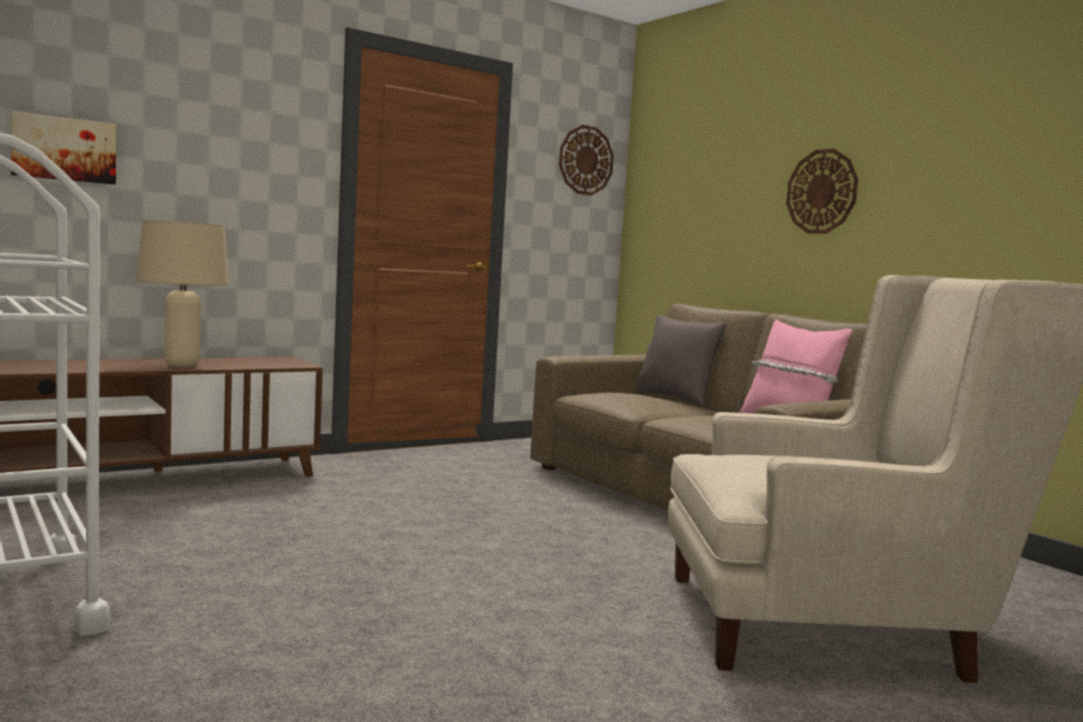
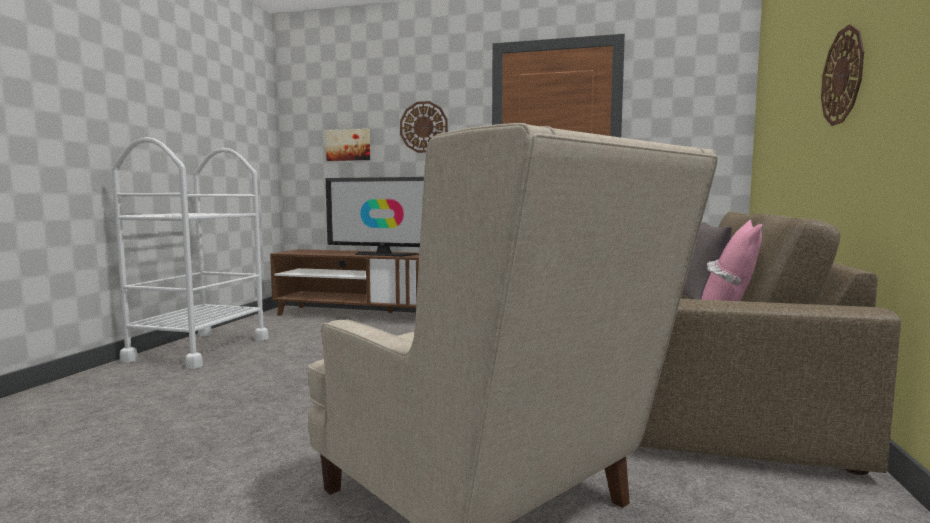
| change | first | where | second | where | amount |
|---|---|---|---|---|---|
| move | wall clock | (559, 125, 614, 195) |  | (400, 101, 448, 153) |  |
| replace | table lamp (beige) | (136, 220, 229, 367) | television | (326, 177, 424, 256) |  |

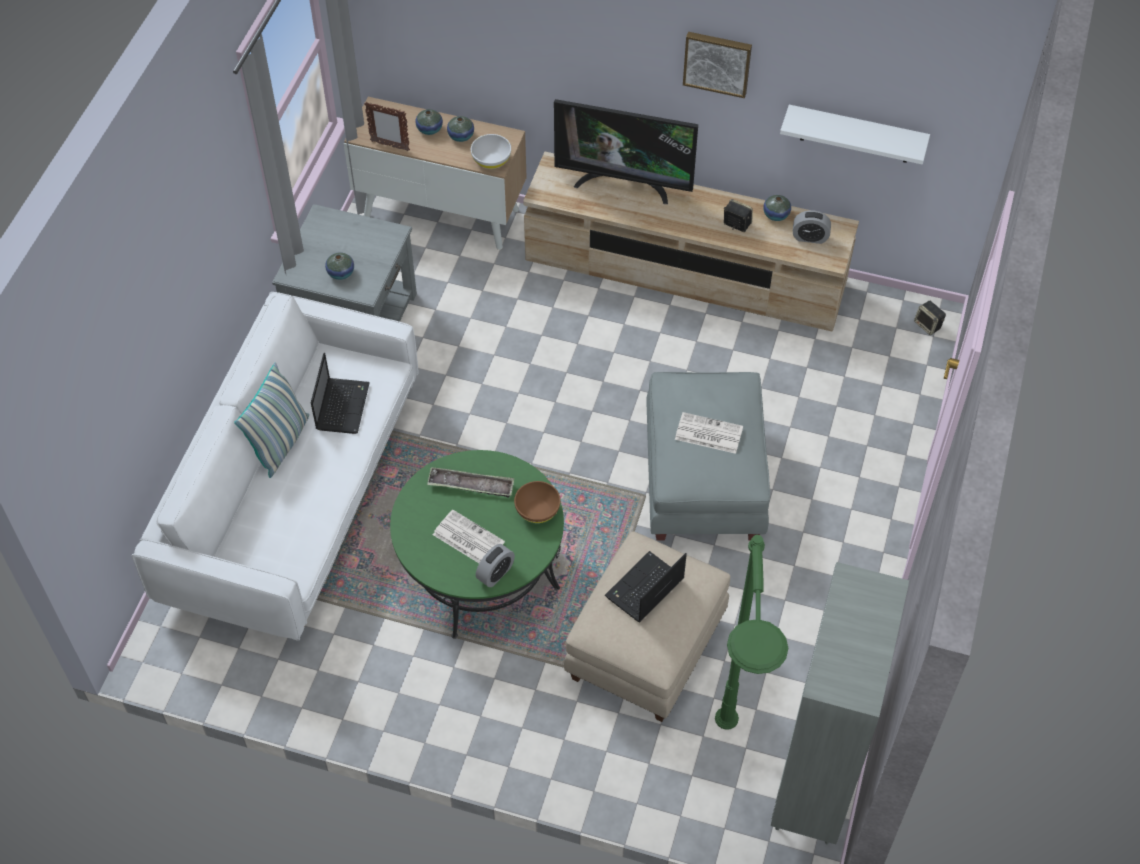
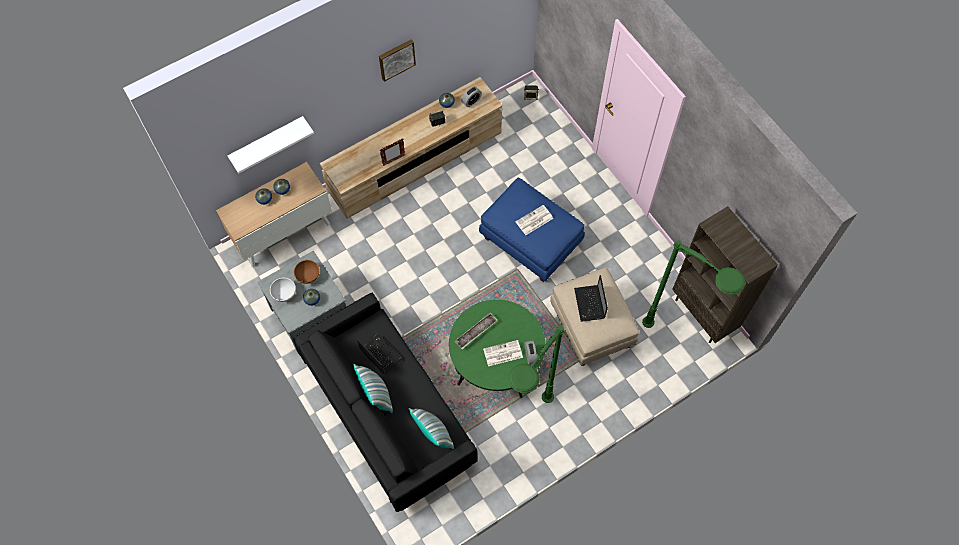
| change | first | where | second | where | amount |
|---|---|---|---|---|---|
| delete | television | (554, 99, 698, 204) |  |  |  |
| move | picture frame | (364, 102, 410, 151) |  | (380, 139, 405, 166) |  |
| move | shelf (white) | (780, 105, 930, 164) |  | (228, 116, 314, 174) |  |
| move | bowl (white) | (471, 134, 511, 169) |  | (270, 278, 296, 302) |  |
| recolor | sofa (white) | (132, 292, 418, 641) | sofa (black) | (293, 293, 477, 512) |  |
| recolor | ottoman (grey) | (646, 372, 770, 541) | ottoman (blue) | (479, 178, 585, 282) |  |
| move | bowl (brown) | (514, 481, 561, 523) |  | (294, 260, 319, 284) |  |
| recolor | bookcase (grey) | (771, 562, 909, 844) | bookcase (brown) | (672, 206, 778, 343) |  |
| insert |  |  | floor lamp (green) | (508, 326, 565, 403) |  |
| insert |  |  | pillow | (409, 408, 454, 449) |  |

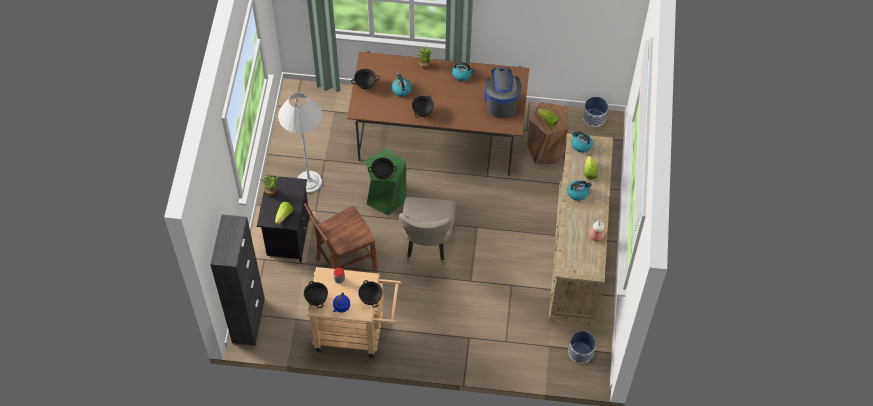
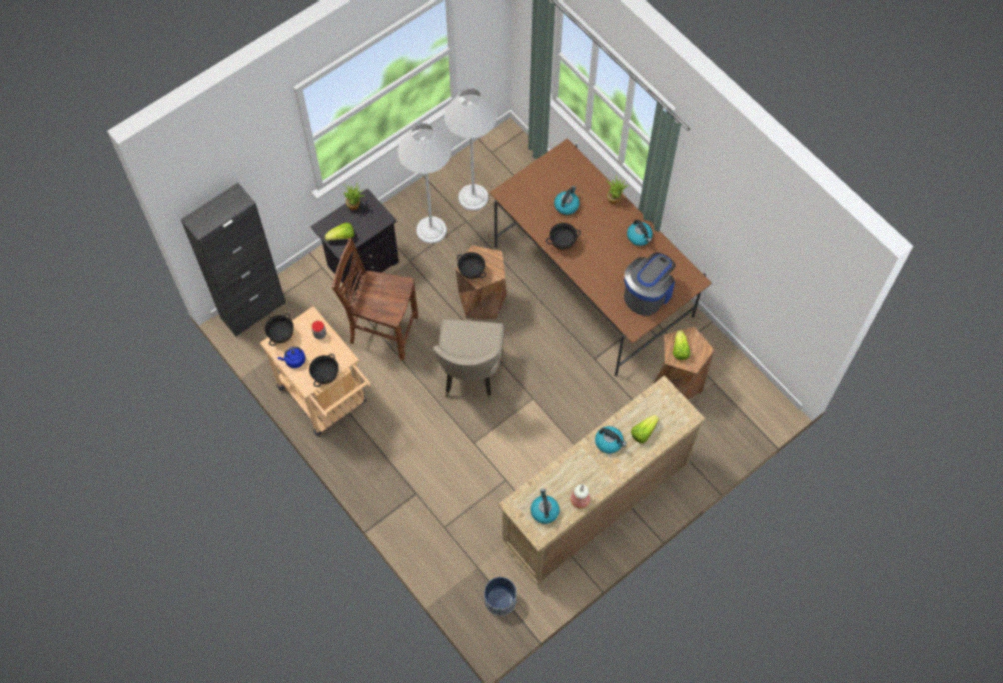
| change | first | where | second | where | amount |
|---|---|---|---|---|---|
| delete | bowl (black) | (351, 69, 380, 89) |  |  |  |
| delete | planter | (583, 97, 608, 127) |  |  |  |
| move | kettle | (571, 131, 593, 153) |  | (531, 489, 559, 524) |  |
| recolor | stool (green) | (365, 148, 406, 215) | stool (brown) | (456, 245, 507, 319) |  |
| rotate | chair (beige) | (399, 197, 456, 266) |  | (433, 319, 504, 401) | 45 degrees counterclockwise |
| insert |  |  | floor lamp (white) | (444, 88, 497, 211) |  |

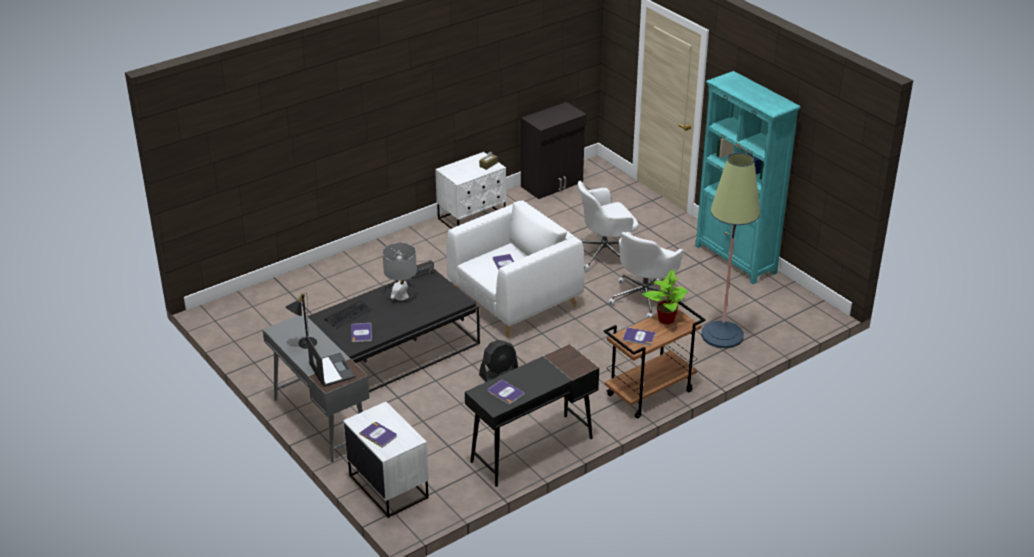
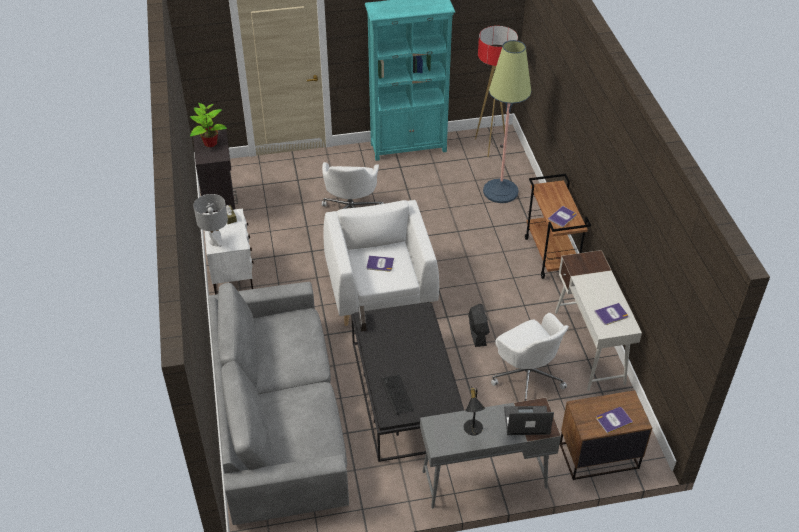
| change | first | where | second | where | amount |
|---|---|---|---|---|---|
| move | office chair (white) | (609, 232, 684, 318) |  | (491, 313, 569, 401) |  |
| move | table lamp (grey) | (382, 242, 417, 300) |  | (193, 194, 228, 247) |  |
| move | potted plant | (642, 269, 688, 324) |  | (190, 103, 227, 147) |  |
| delete | book | (351, 323, 372, 342) |  |  |  |
| recolor | desk (black) | (465, 344, 599, 487) | desk (white) | (555, 250, 642, 391) |  |
| recolor | nightstand (white) | (343, 402, 429, 518) | nightstand (brown) | (559, 390, 652, 480) |  |
| insert |  |  | floor lamp | (475, 26, 518, 157) |  |
| insert |  |  | sofa (grey) | (208, 282, 349, 525) |  |

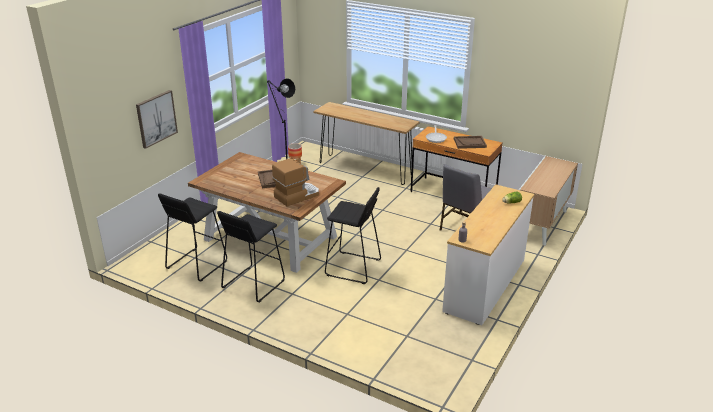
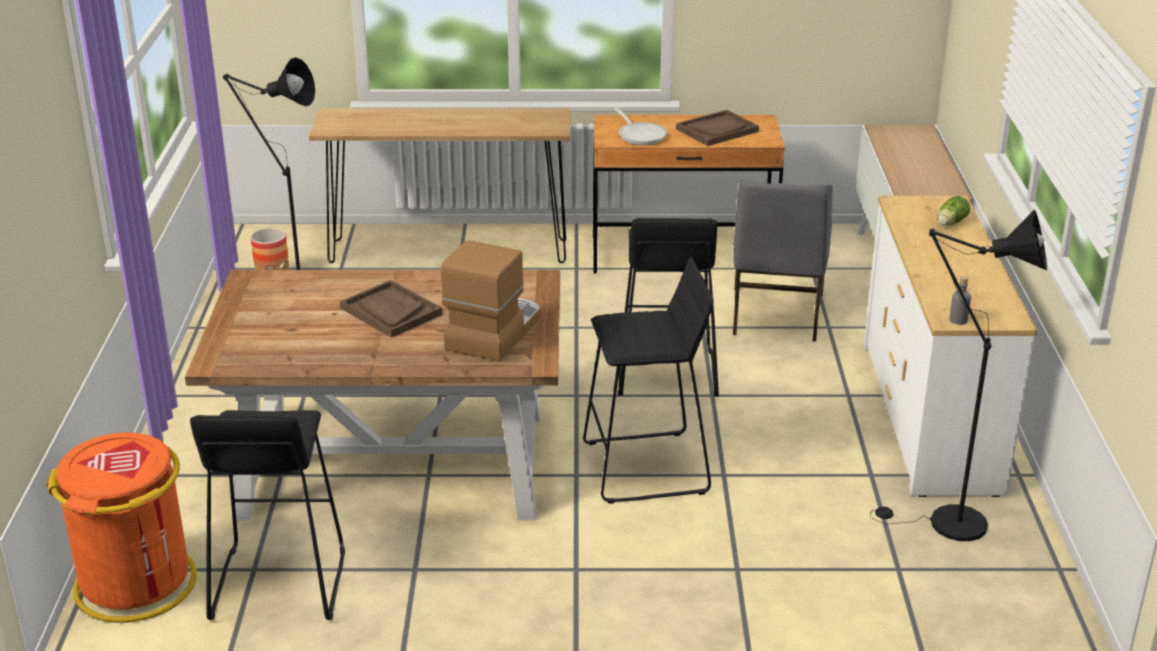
| change | first | where | second | where | amount |
|---|---|---|---|---|---|
| delete | picture | (136, 90, 178, 149) |  |  |  |
| move | stool (black) | (217, 211, 285, 303) |  | (618, 218, 719, 397) |  |
| insert |  |  | floor lamp (black) | (870, 210, 1047, 541) |  |
| insert |  |  | trash can (orange) | (47, 432, 197, 623) |  |

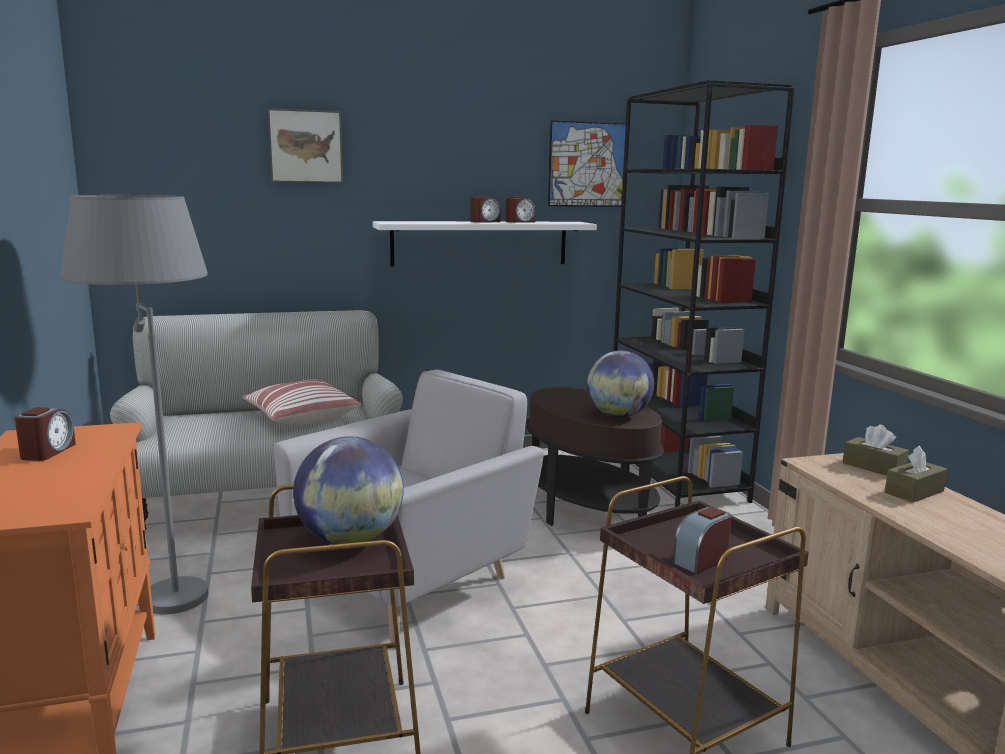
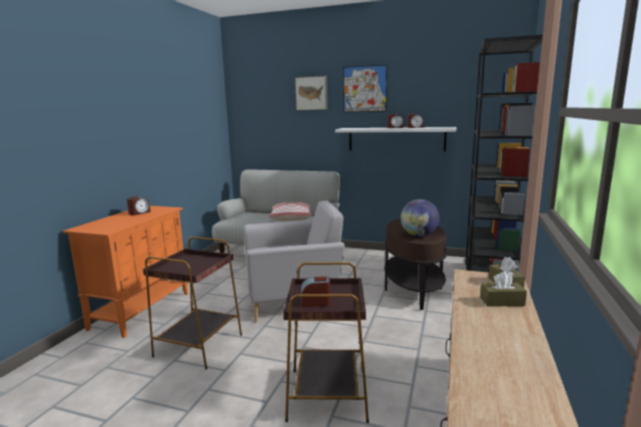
| change | first | where | second | where | amount |
|---|---|---|---|---|---|
| move | picture | (548, 120, 626, 207) |  | (343, 65, 387, 112) |  |
| delete | floor lamp (grey) | (60, 195, 208, 614) |  |  |  |
| delete | globe | (293, 436, 404, 544) |  |  |  |

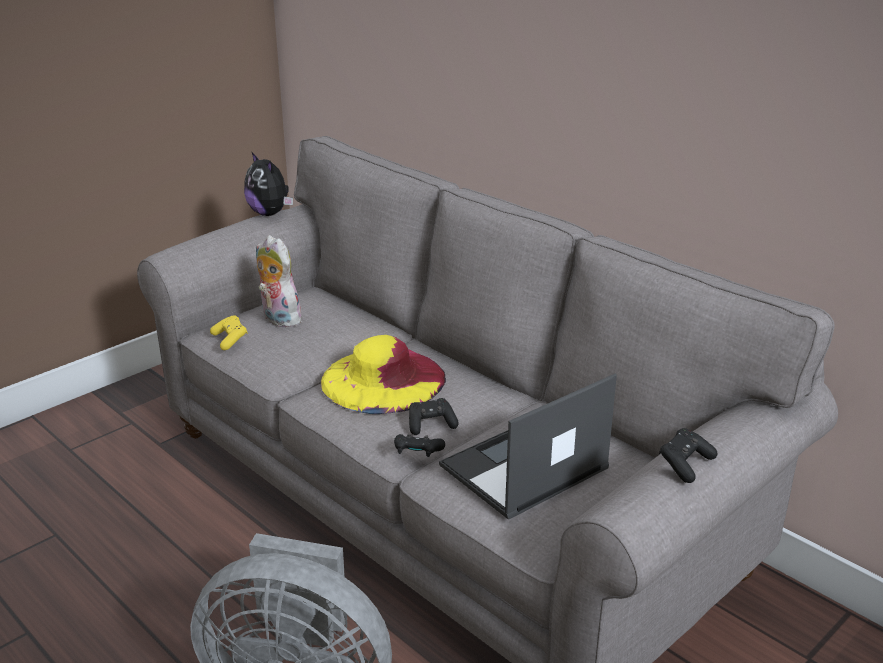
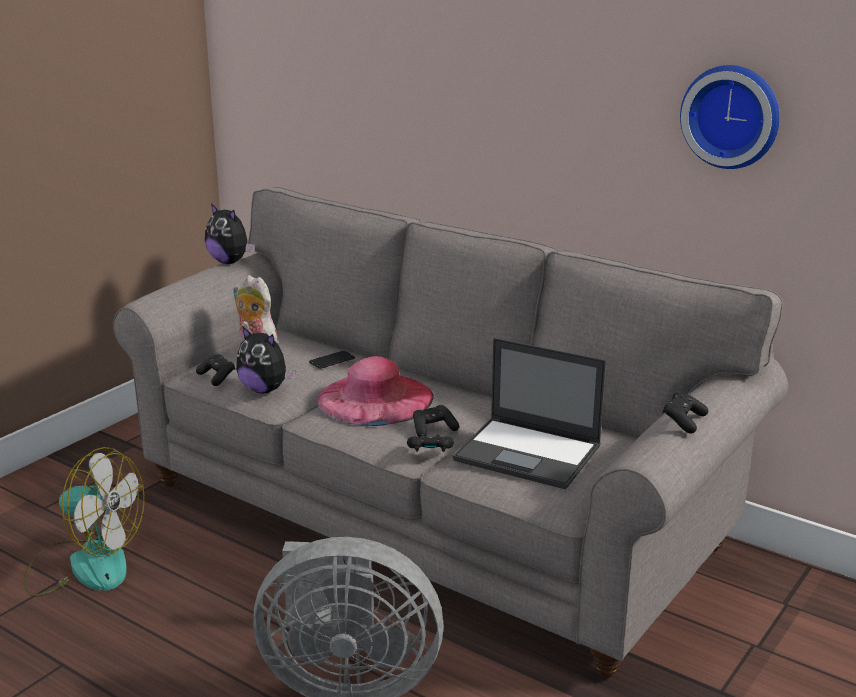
| change | first | where | second | where | amount |
|---|---|---|---|---|---|
| recolor | game controller (yellow) | (210, 315, 248, 350) | game controller (black) | (196, 354, 235, 386) |  |
| recolor | hat (yellow) | (321, 335, 446, 414) | hat (pink) | (318, 356, 434, 426) |  |
| rotate | laptop | (439, 374, 617, 520) |  | (453, 338, 606, 490) | 105 degrees counterclockwise |
| insert |  |  | wall clock | (680, 65, 780, 169) |  |
| insert |  |  | plush toy | (236, 326, 295, 393) |  |
| insert |  |  | phone | (309, 351, 355, 369) |  |
| insert |  |  | fan | (23, 447, 145, 596) |  |

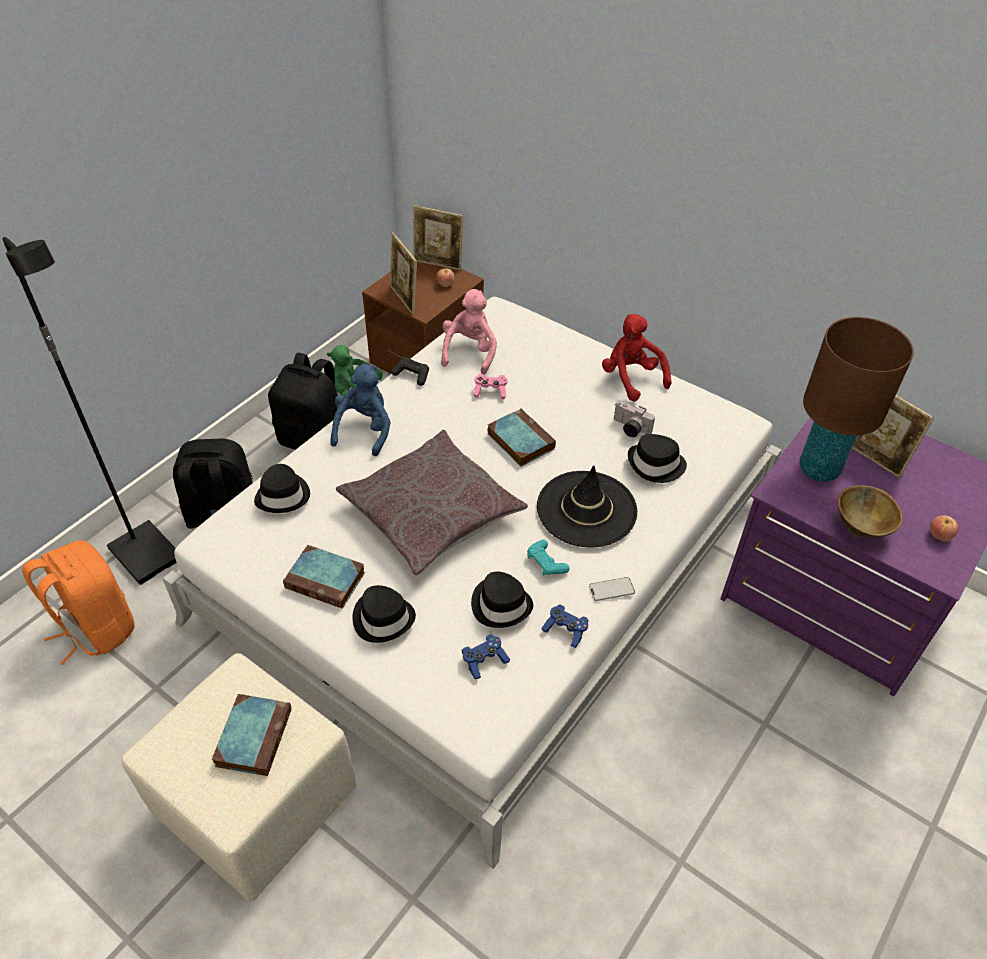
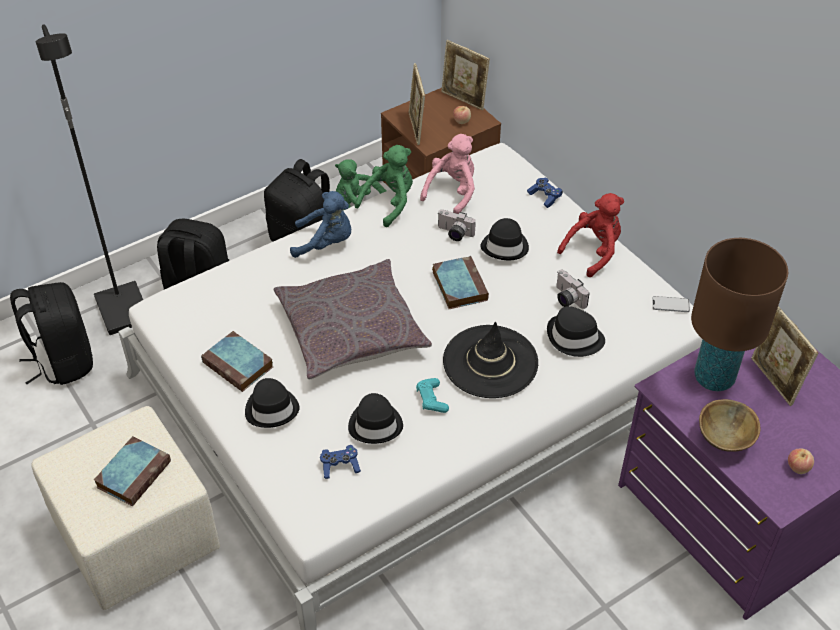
| change | first | where | second | where | amount |
|---|---|---|---|---|---|
| rotate | plush toy (red) | (602, 314, 671, 402) |  | (557, 193, 624, 277) | 60 degrees clockwise |
| replace | game controller (black) | (391, 357, 429, 386) | plush toy (green) | (355, 145, 413, 227) |  |
| rotate | plush toy (blue) | (330, 364, 391, 456) |  | (290, 191, 351, 258) | 60 degrees clockwise |
| replace | game controller (pink) | (474, 374, 507, 399) | photo camera | (437, 209, 476, 241) |  |
| move | hat (black) | (254, 464, 310, 513) |  | (480, 218, 529, 260) |  |
| recolor | backpack (orange) | (22, 540, 135, 665) | backpack (black) | (10, 282, 93, 385) |  |
| move | phone | (589, 577, 635, 601) |  | (652, 296, 690, 312) |  |
| move | game controller (blue) | (541, 604, 589, 648) |  | (527, 178, 563, 208) |  |

